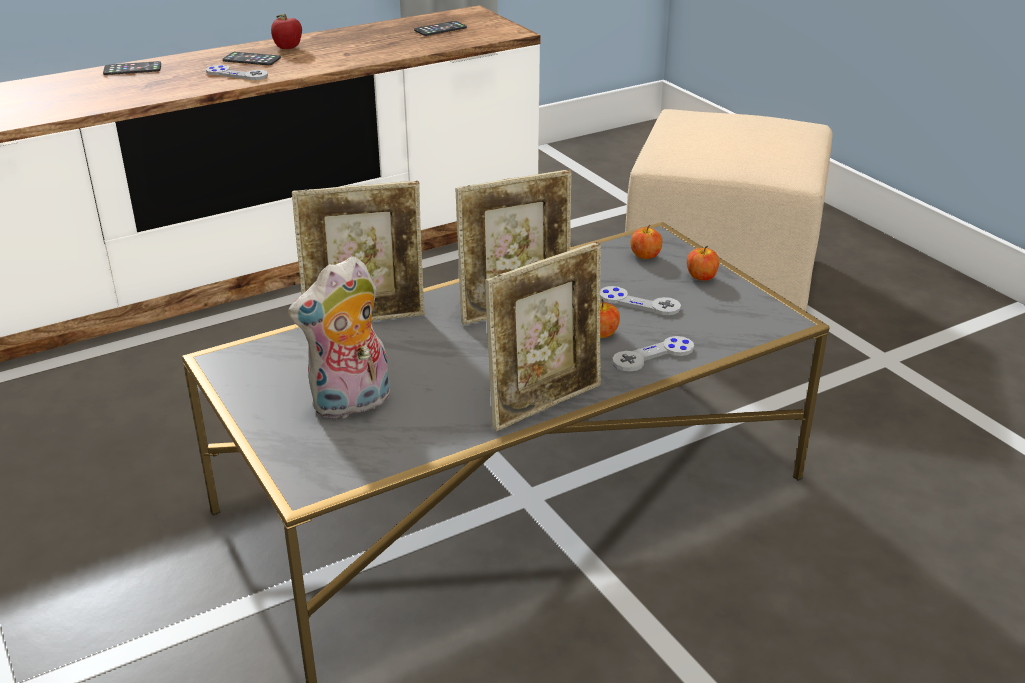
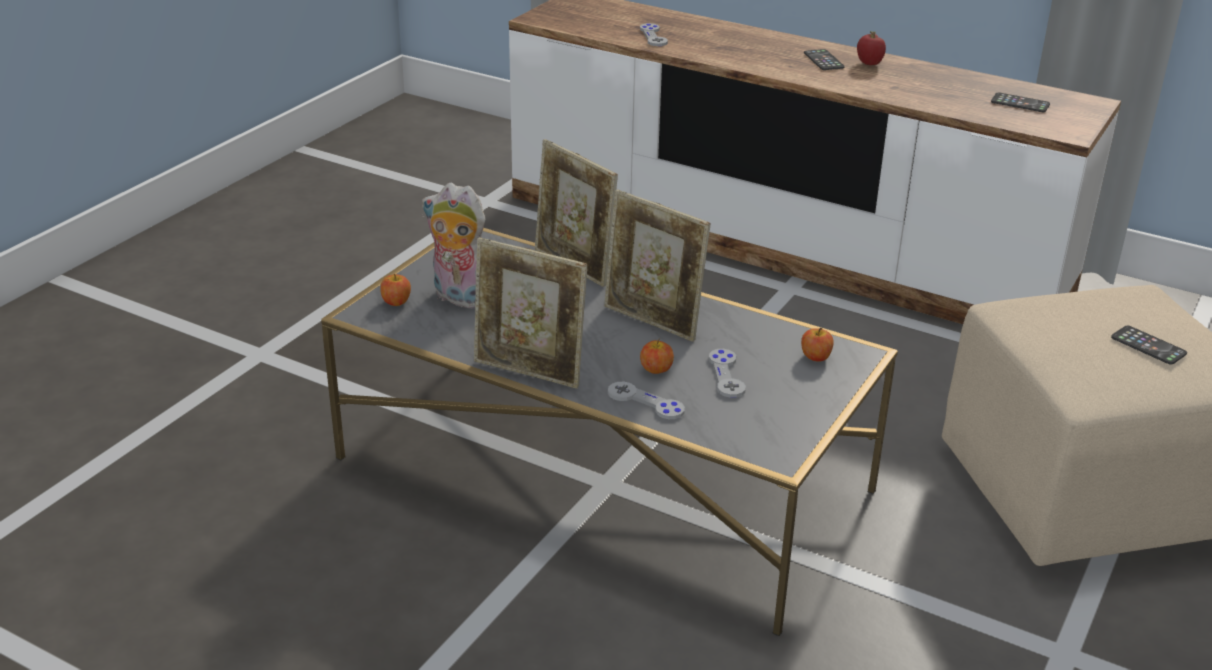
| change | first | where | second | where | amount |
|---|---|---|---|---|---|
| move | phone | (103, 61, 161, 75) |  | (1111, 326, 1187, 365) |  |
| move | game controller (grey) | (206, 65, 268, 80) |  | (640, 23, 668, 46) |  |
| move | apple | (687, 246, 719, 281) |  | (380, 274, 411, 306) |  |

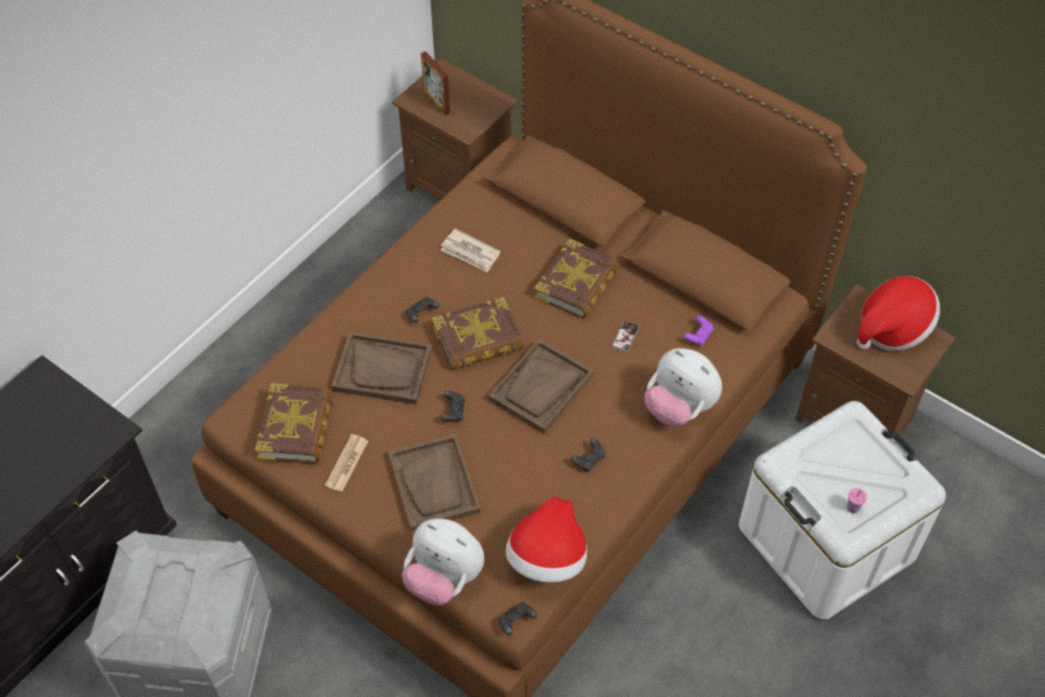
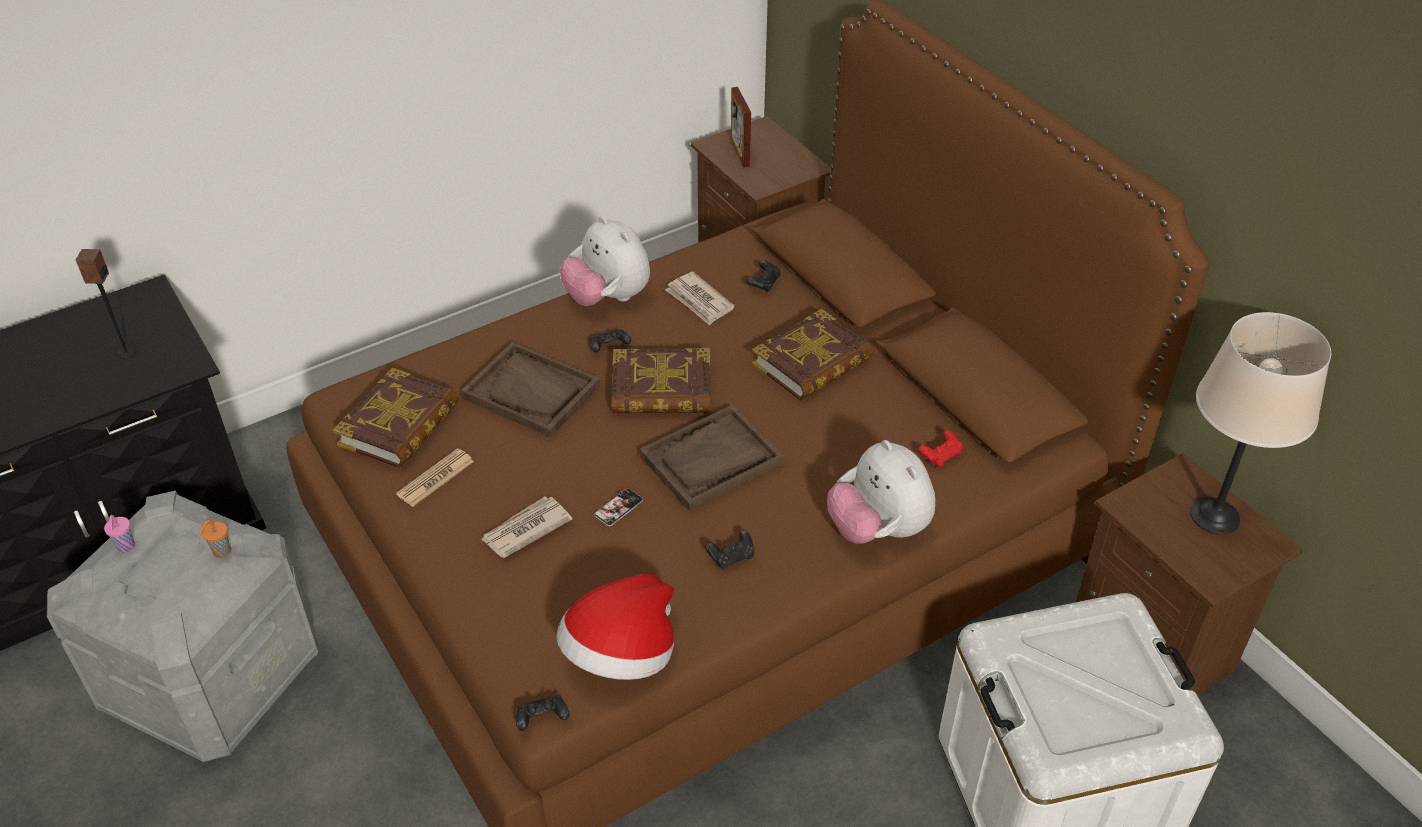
| change | first | where | second | where | amount |
|---|---|---|---|---|---|
| replace | hat | (857, 276, 940, 351) | table lamp (beige) | (1190, 312, 1331, 534) |  |
| recolor | game controller (purple) | (684, 315, 713, 346) | game controller (red) | (918, 429, 963, 467) |  |
| move | phone | (612, 321, 639, 352) |  | (594, 488, 643, 526) |  |
| move | game controller (black) | (441, 391, 465, 421) |  | (747, 260, 780, 292) |  |
| replace | tray (brown) | (388, 434, 480, 531) | newspaper | (481, 497, 572, 558) |  |
| move | cup (pink) | (847, 488, 867, 514) |  | (104, 515, 135, 553) |  |
| move | plush toy | (402, 519, 484, 605) |  | (560, 216, 650, 306) |  |
| insert |  |  | speaker | (75, 249, 135, 358) |  |
| insert |  |  | cup (orange) | (199, 520, 231, 558) |  |

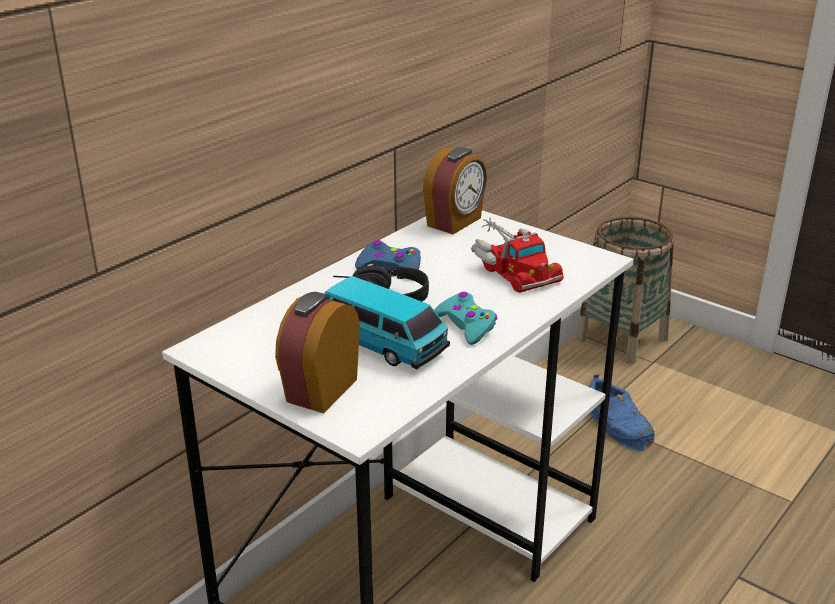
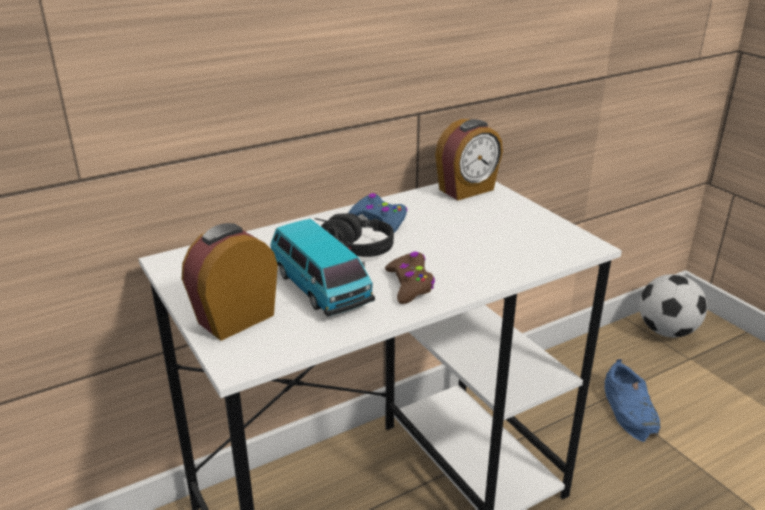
| change | first | where | second | where | amount |
|---|---|---|---|---|---|
| replace | basket | (576, 217, 674, 364) | football | (639, 274, 707, 338) |  |
| delete | toy truck | (471, 218, 564, 293) |  |  |  |
| recolor | game controller (turquoise) | (434, 292, 497, 345) | game controller (brown) | (385, 252, 435, 304) |  |

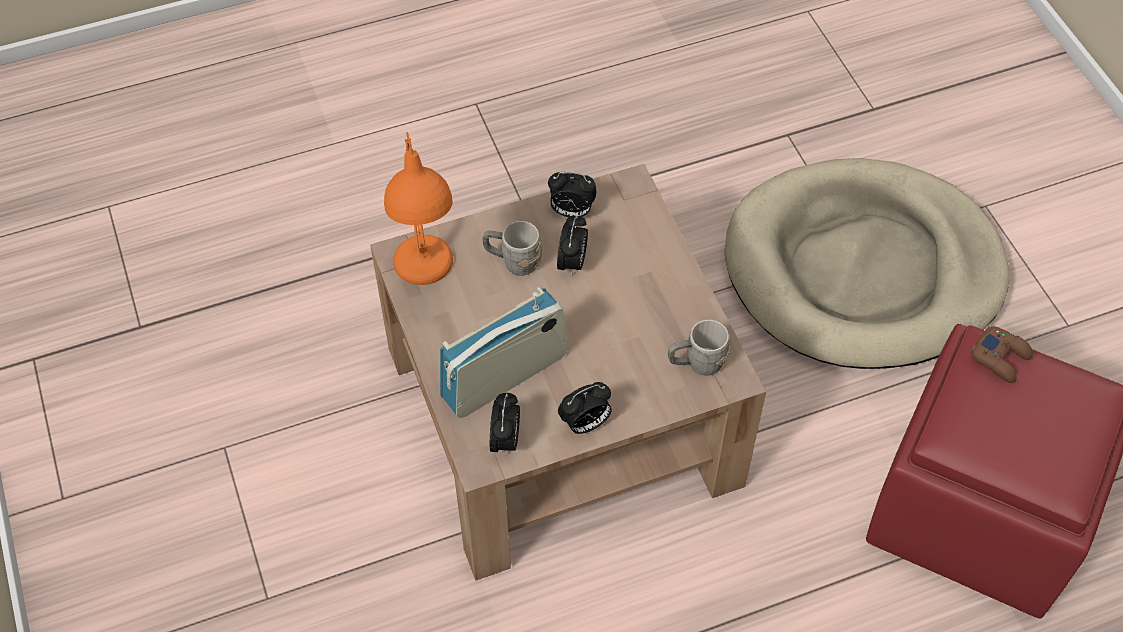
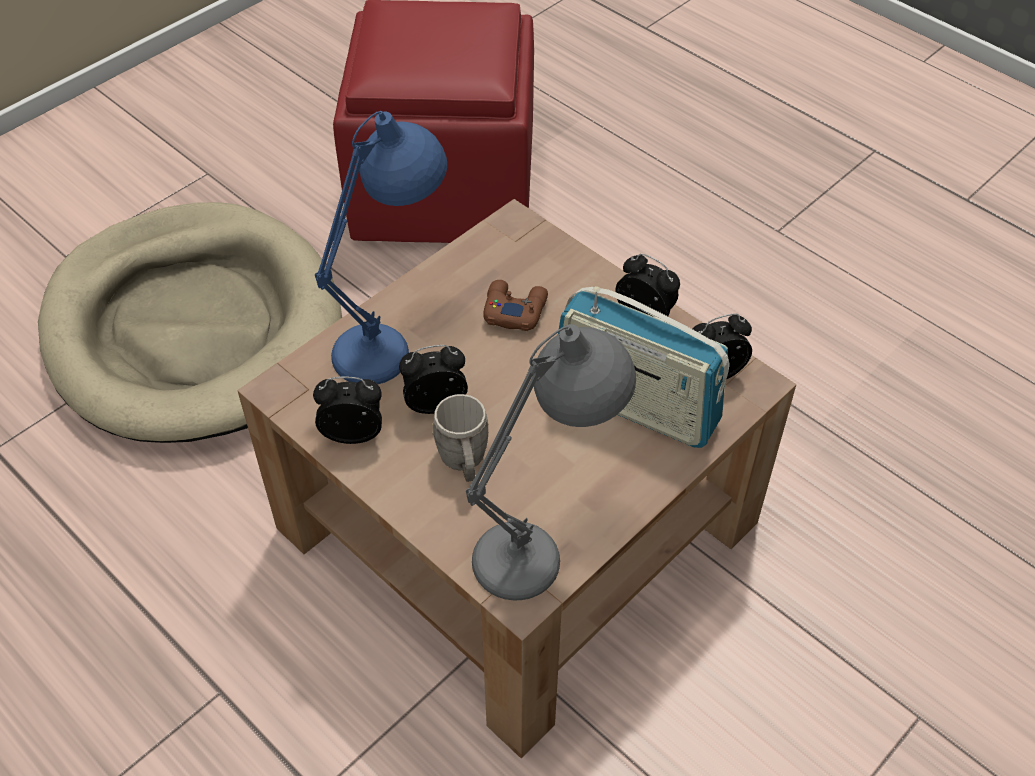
| change | first | where | second | where | amount |
|---|---|---|---|---|---|
| recolor | table lamp (orange) | (384, 132, 453, 285) | table lamp (grey) | (466, 324, 636, 600) |  |
| rotate | alarm clock | (548, 172, 597, 217) |  | (313, 377, 382, 444) | 75 degrees counterclockwise |
| delete | mug (grey) | (668, 320, 731, 376) |  |  |  |
| move | game controller (brown) | (970, 326, 1033, 383) |  | (483, 280, 548, 331) |  |
| insert |  |  | table lamp (blue) | (315, 111, 447, 384) |  |

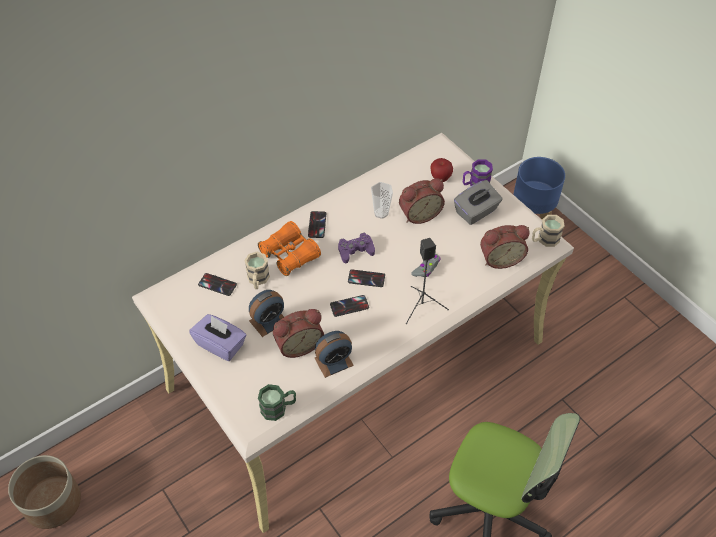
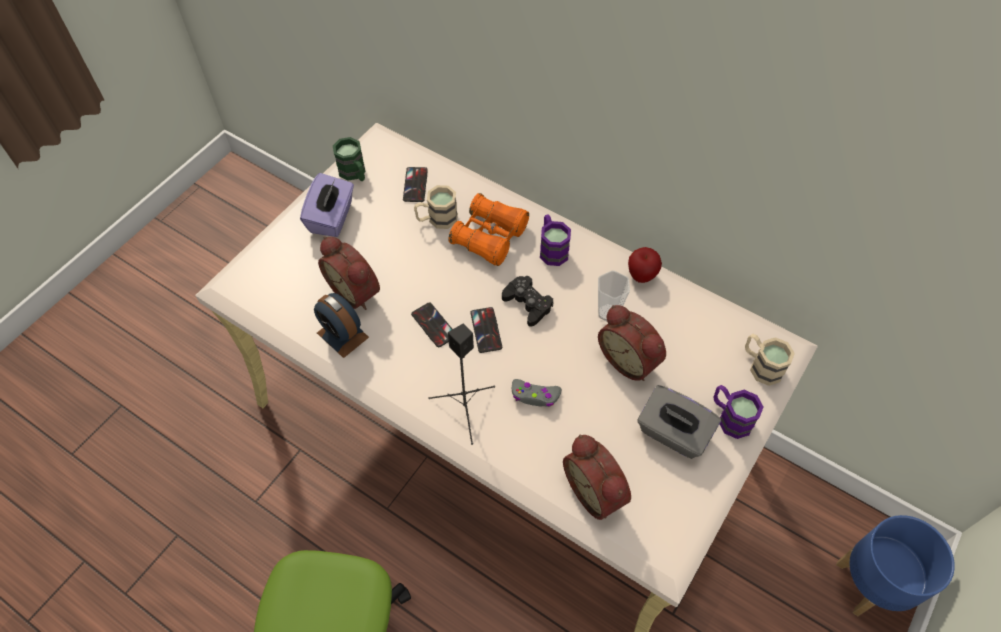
| change | first | where | second | where | amount |
|---|---|---|---|---|---|
| move | apple | (431, 158, 453, 182) |  | (628, 247, 662, 283) |  |
| replace | phone | (308, 211, 326, 238) | mug (purple) | (540, 214, 571, 266) |  |
| move | mug (beige) | (532, 215, 564, 247) |  | (745, 334, 795, 386) |  |
| recolor | game controller (purple) | (338, 233, 375, 263) | game controller (black) | (502, 276, 553, 327) |  |
| delete | alarm clock | (249, 290, 284, 337) |  |  |  |
| move | mug (green) | (258, 384, 296, 421) |  | (333, 137, 365, 181) |  |
| delete | planter | (8, 455, 81, 529) |  |  |  |

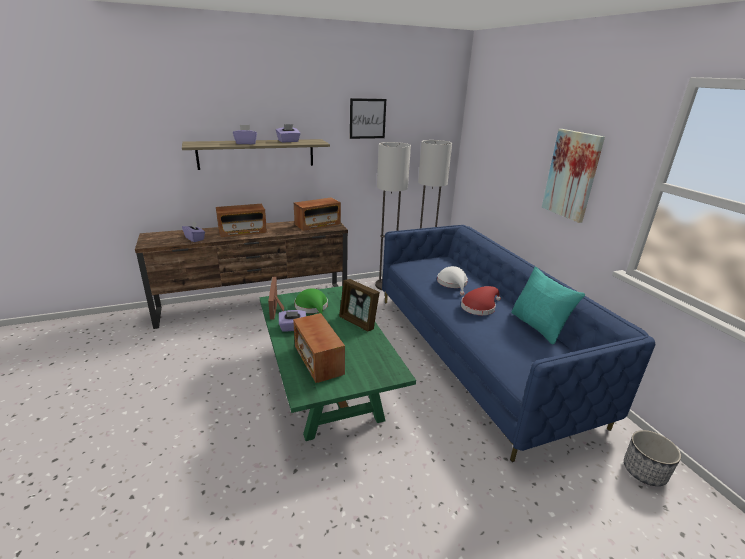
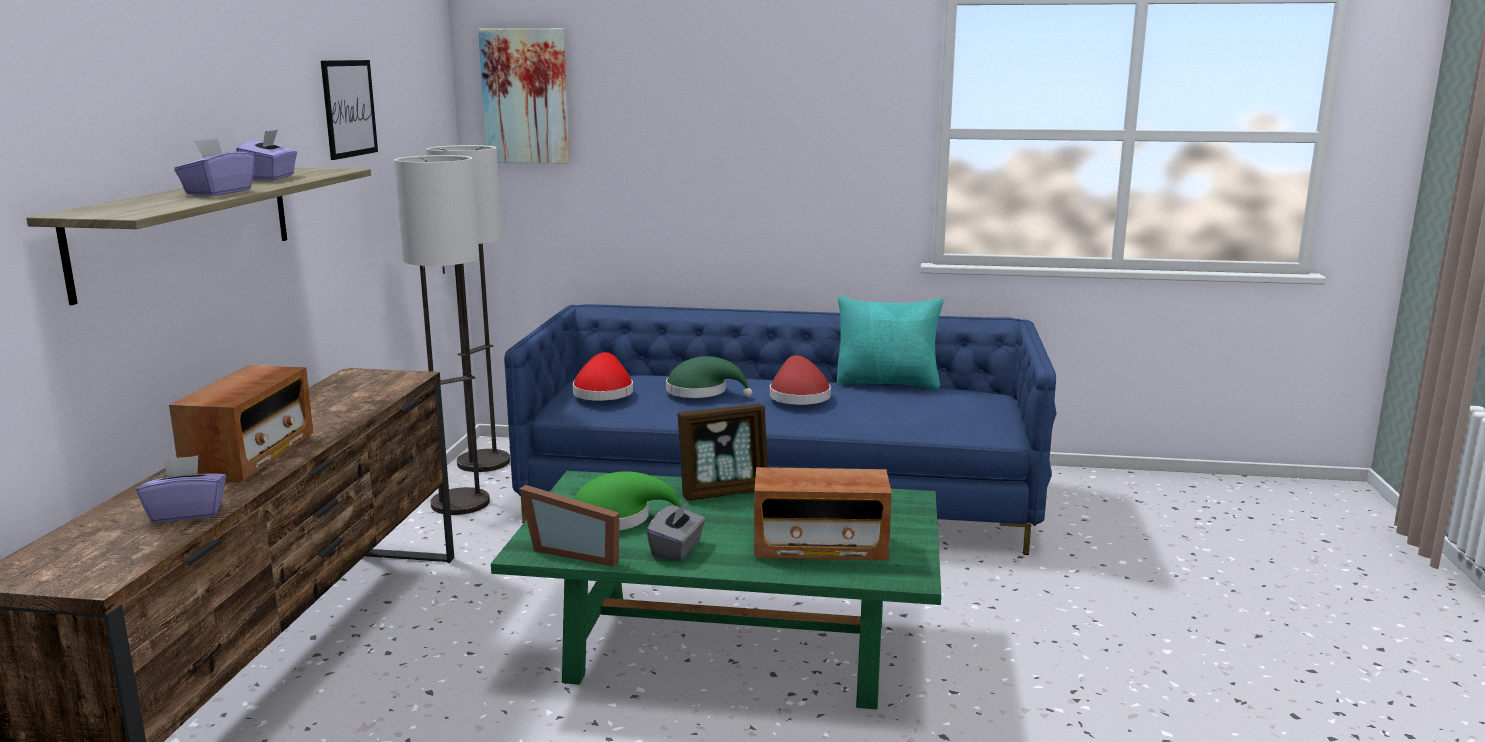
| change | first | where | second | where | amount |
|---|---|---|---|---|---|
| move | picture | (542, 129, 605, 223) |  | (478, 29, 570, 164) |  |
| delete | radio | (294, 198, 341, 231) |  |  |  |
| recolor | hat (white) | (437, 266, 468, 296) | hat (green) | (666, 356, 752, 398) |  |
| recolor | tissue box (purple) | (279, 310, 306, 332) | tissue box (grey) | (646, 501, 706, 561) |  |
| delete | planter | (624, 430, 681, 486) |  |  |  |
| insert |  |  | hat (red) | (573, 352, 633, 401) |  |

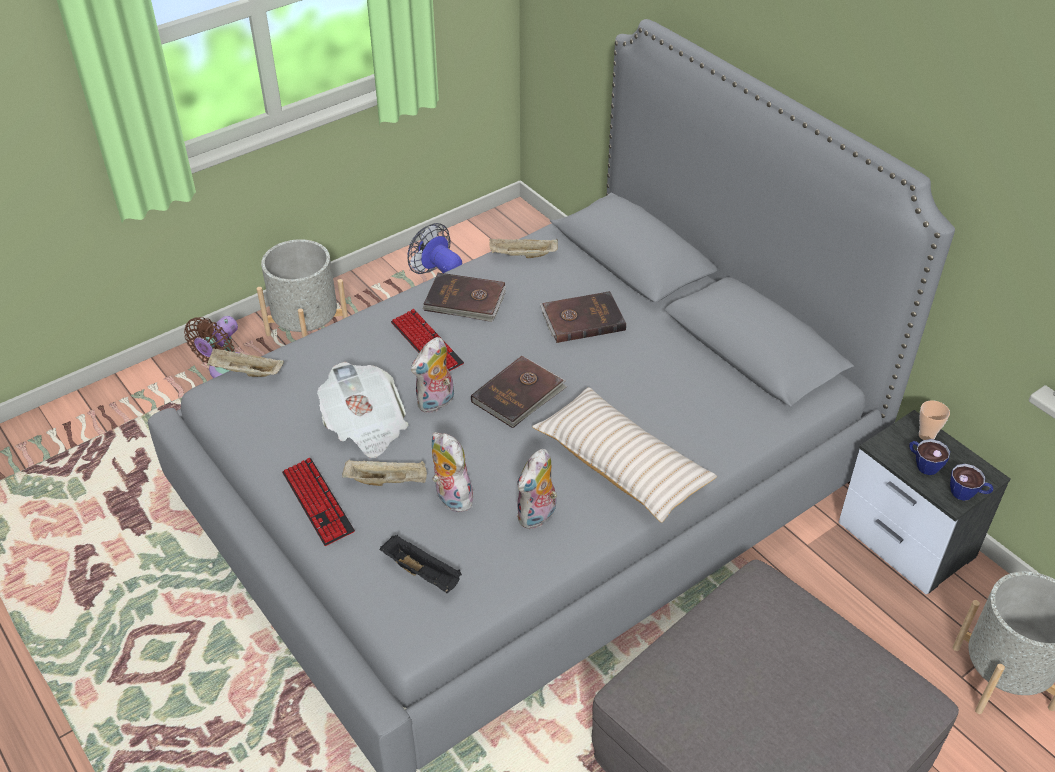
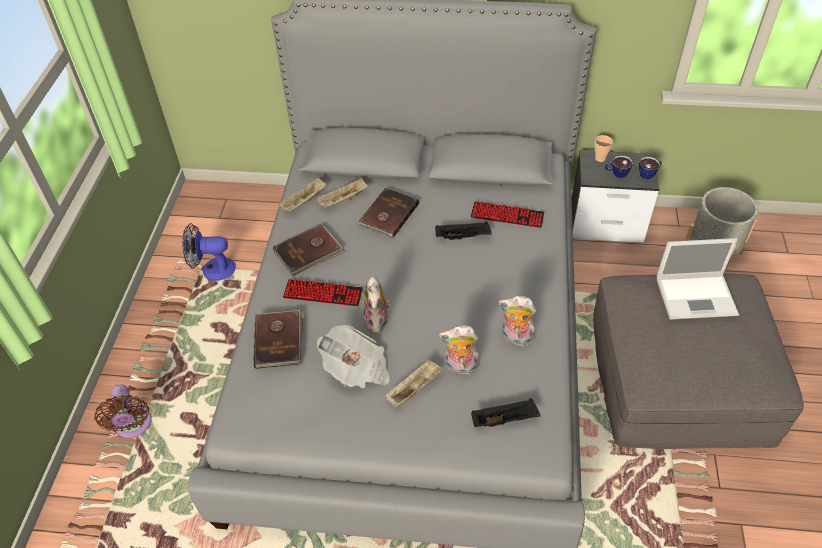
| change | first | where | second | where | amount |
|---|---|---|---|---|---|
| delete | planter (grey) | (257, 239, 348, 338) |  |  |  |
| move | tray (beige) | (207, 348, 284, 377) |  | (316, 178, 368, 208) |  |
| move | book (brown) | (471, 356, 568, 428) |  | (253, 310, 303, 369) |  |
| delete | pillow (beige) | (532, 387, 717, 523) |  |  |  |
| rotate | plush toy | (517, 449, 557, 529) |  | (499, 296, 536, 346) | 120 degrees clockwise |
| move | keyboard | (282, 458, 355, 546) |  | (471, 201, 544, 228) |  |
| insert |  |  | tray (black) | (435, 221, 492, 240) |  |
| insert |  |  | laptop | (657, 238, 739, 320) |  |

